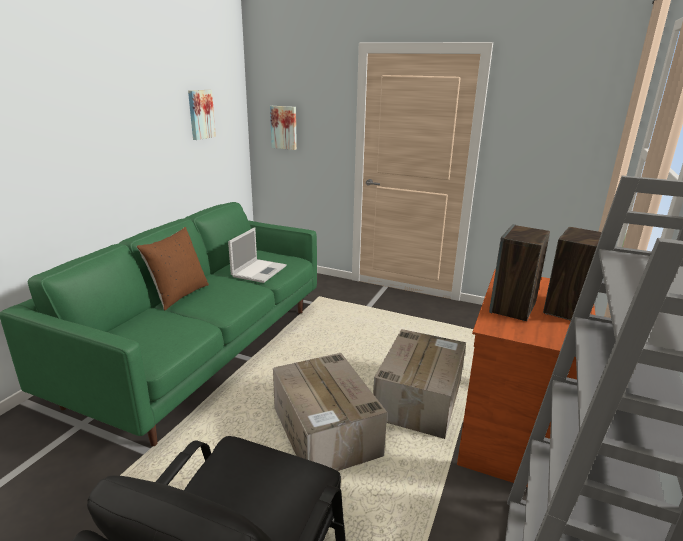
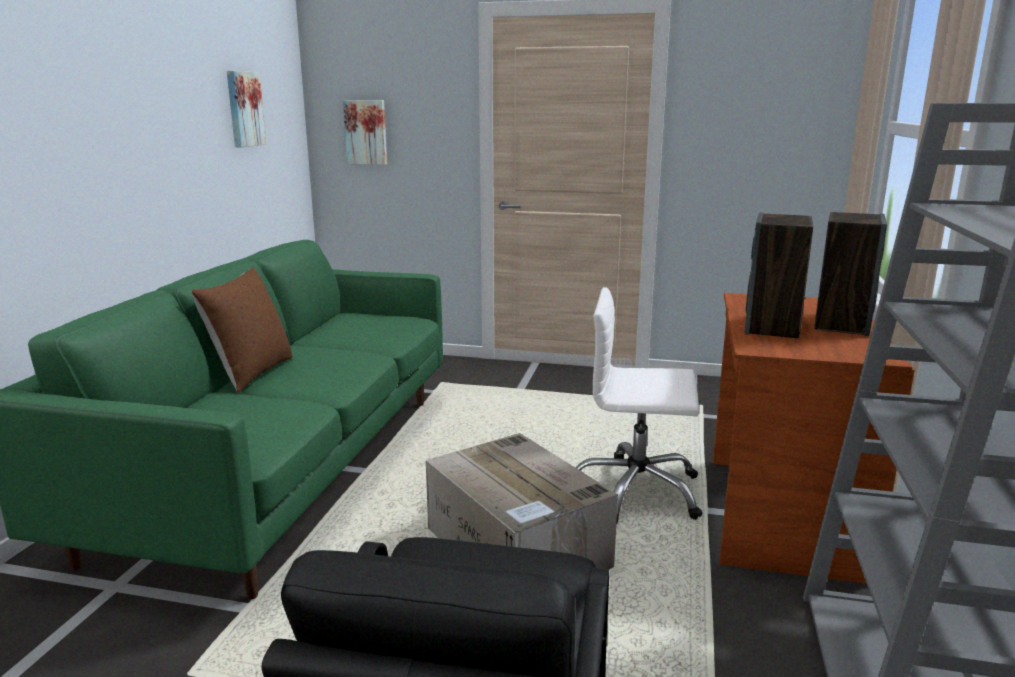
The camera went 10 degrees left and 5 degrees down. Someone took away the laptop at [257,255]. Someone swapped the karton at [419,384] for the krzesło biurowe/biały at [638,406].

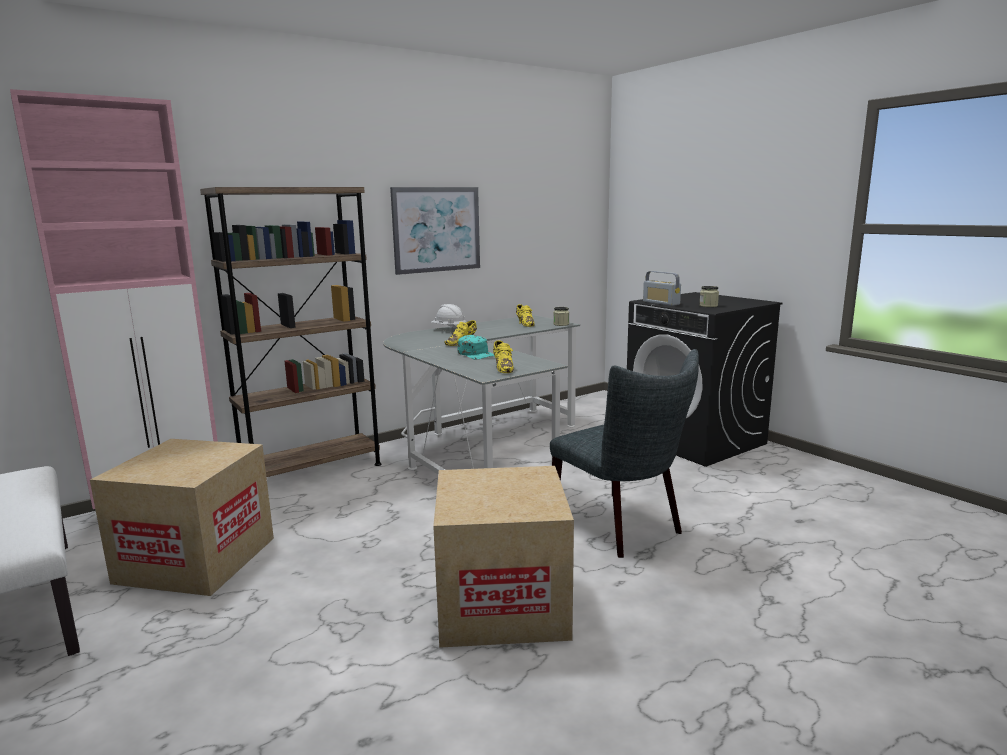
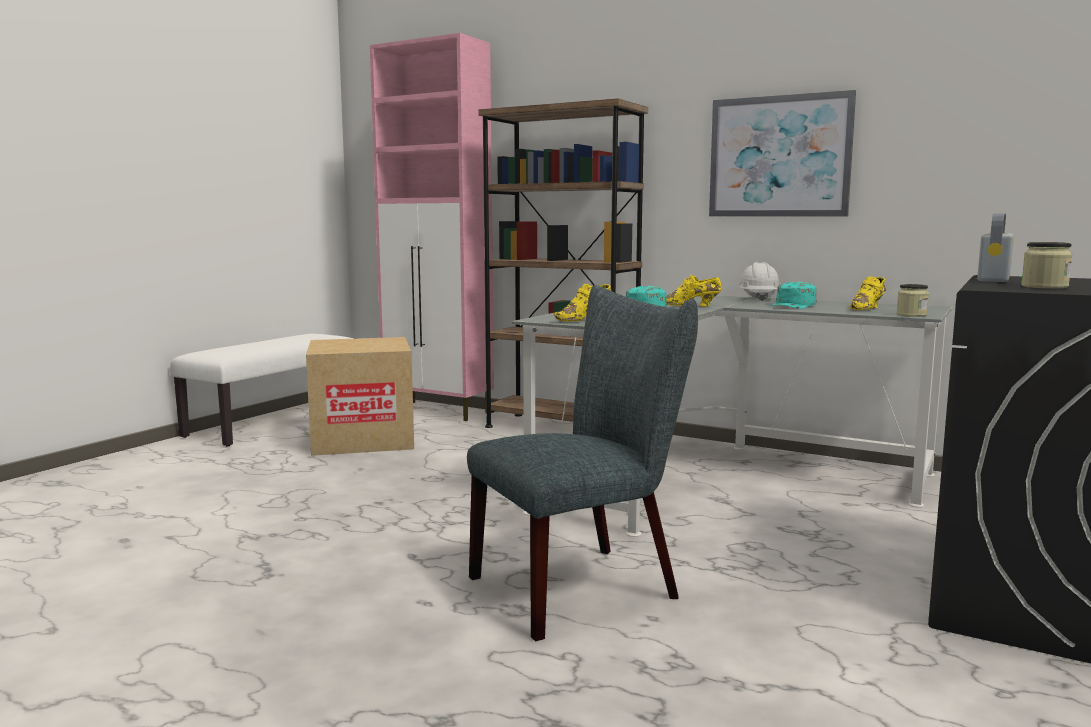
The camera went 65 degrees right and 5 degrees down. Someone rotated the krzesło/szary at [624,453] by 150 degrees counterclockwise. Someone took away the karton at [503,557]. Someone put down the czapka z daszkiem/turkusowy at [792,295].

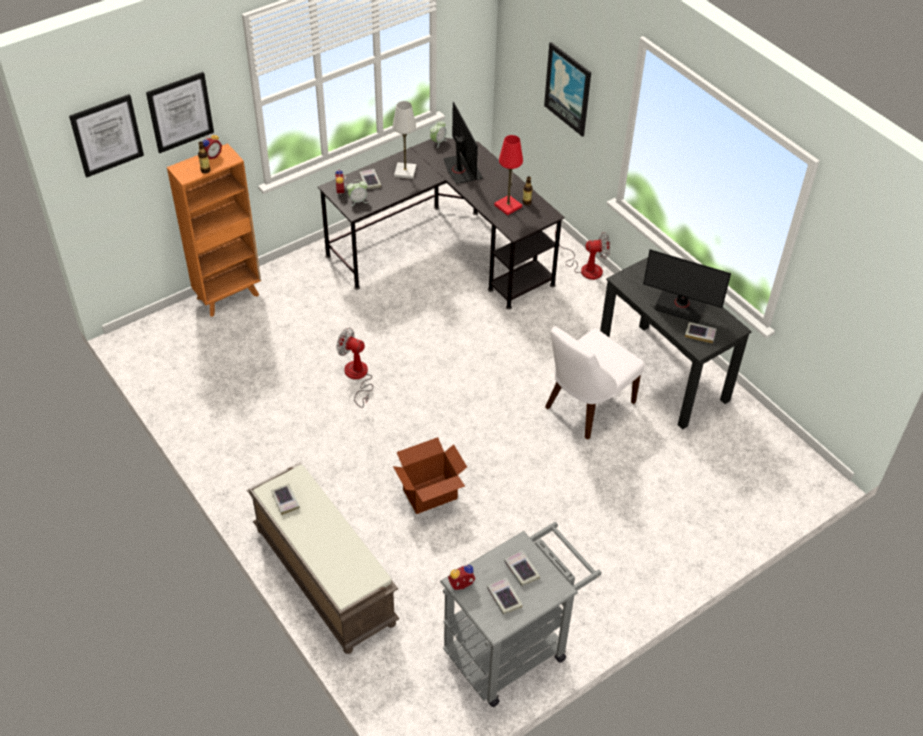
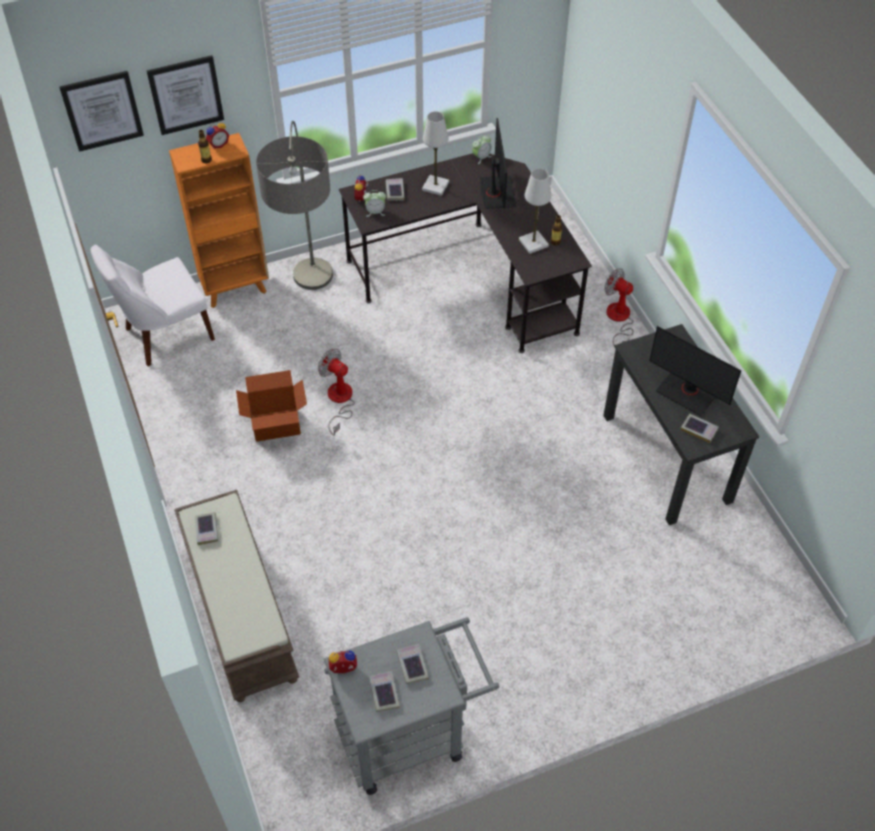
The camera went 15 degrees right and 5 degrees up. Someone took away the obraz at [567,89]. Someone repainted the lampa stołowa/czerwony at [508,175], which became the lampa stołowa/biały at [535,211]. Someone rotated the wentylator at [582,255] by 150 degrees counterclockwise. Someone carried the krzesło/biały from [595,383] to [153,305]. Someone carried the karton from [430,475] to [271,406]. Someone put down the lampa stojąca at [294,205].

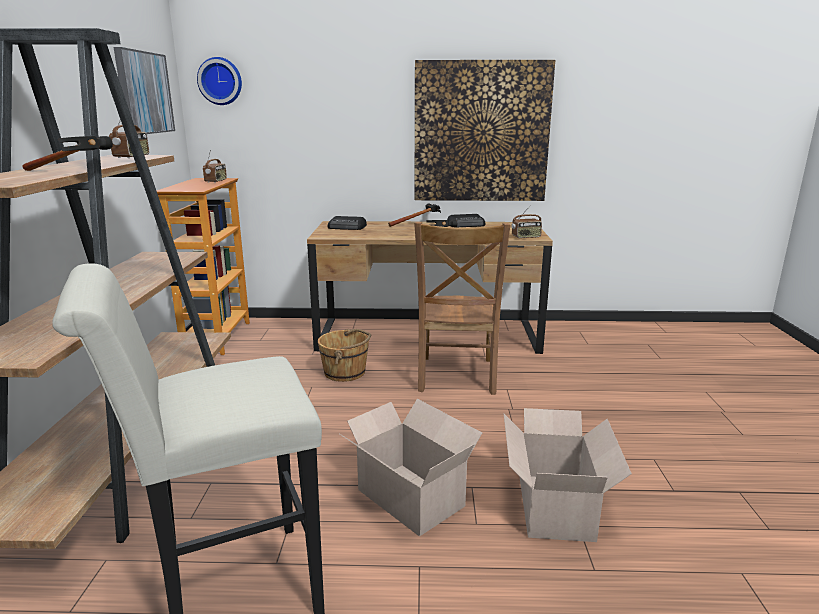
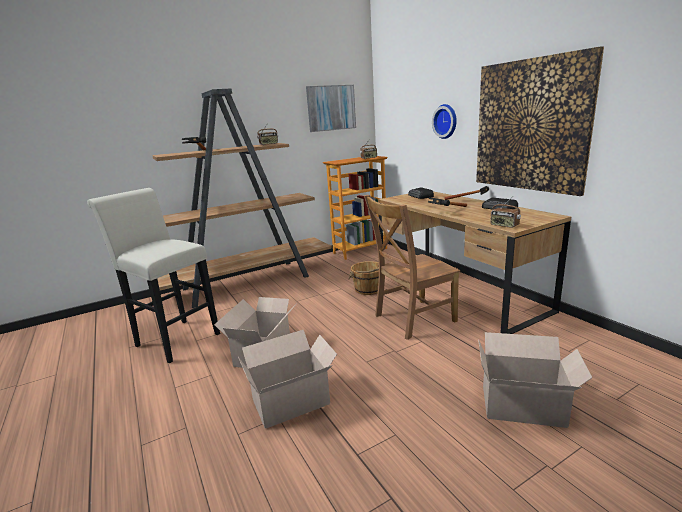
The camera went 60 degrees right and 0 degrees up. Someone carried the zegar ścienny from [219,81] to [444,121]. Someone put down the karton at [535,380].

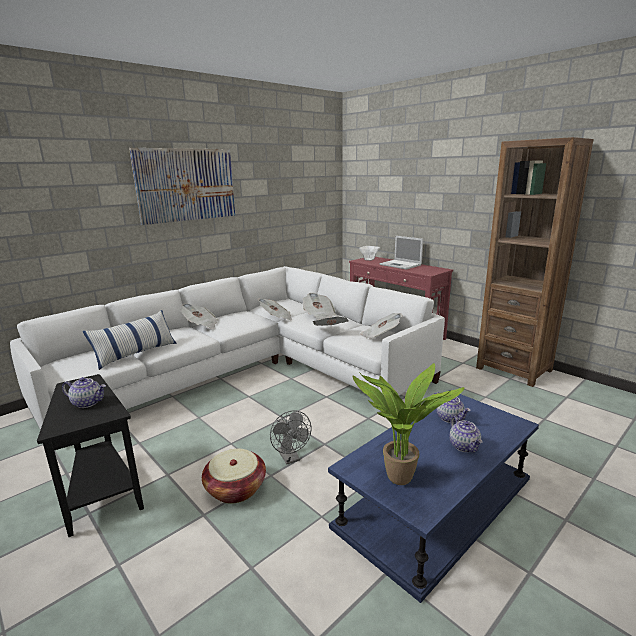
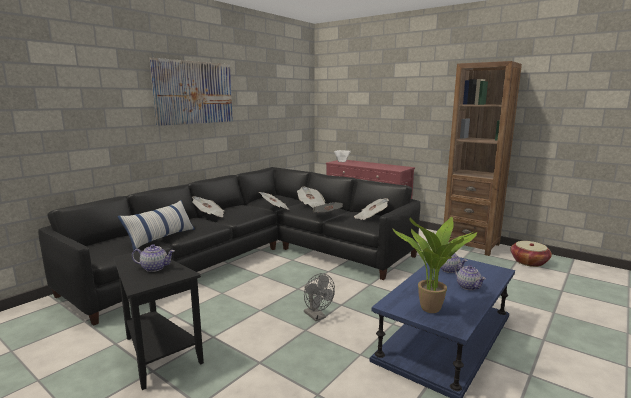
The camera went 10 degrees left and 5 degrees down. Someone took away the laptop at [401,253]. Someone repainted the kanapa/biały at [227,348], which became the kanapa/czarny at [229,246]. Someone carried the koszyk from [234,476] to [531,254].

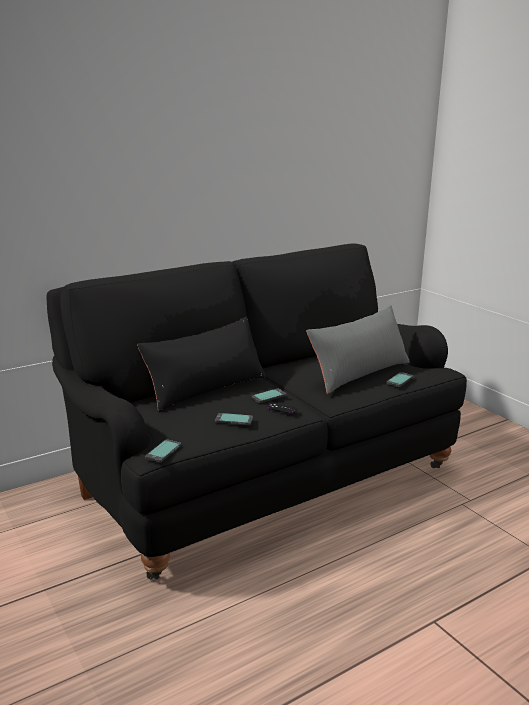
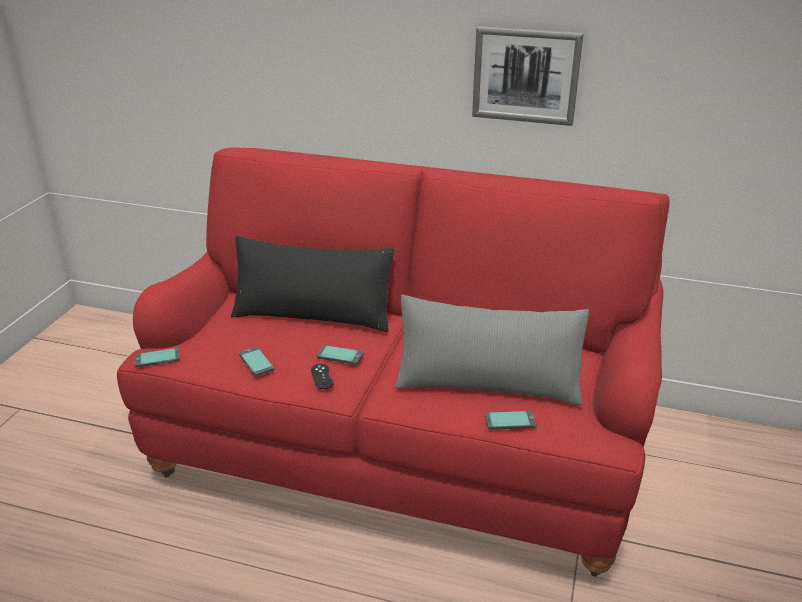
The camera went 50 degrees right and 10 degrees up. Someone repainted the kanapa/czarny at [256,411], which became the kanapa/czerwony at [393,362]. Someone put up the obraz at [527,76].

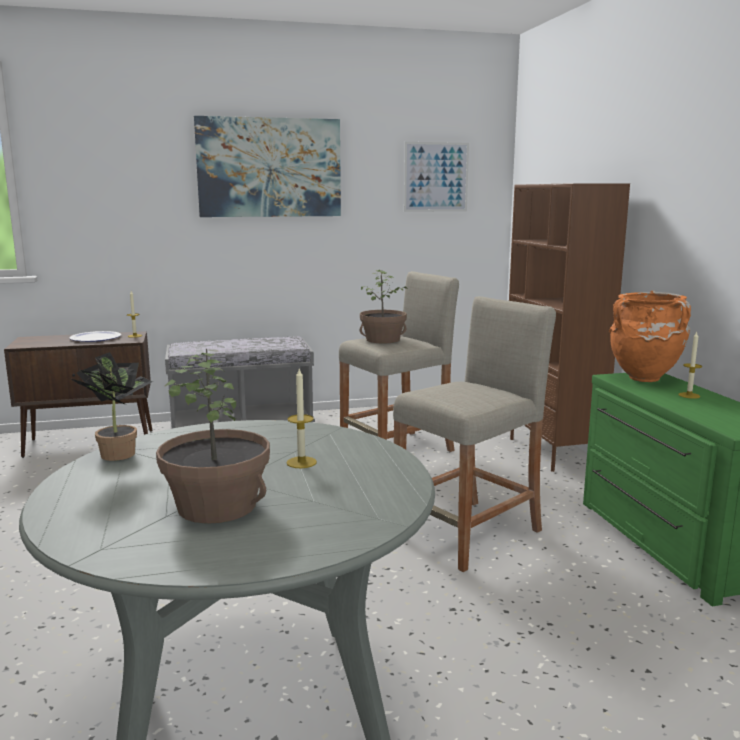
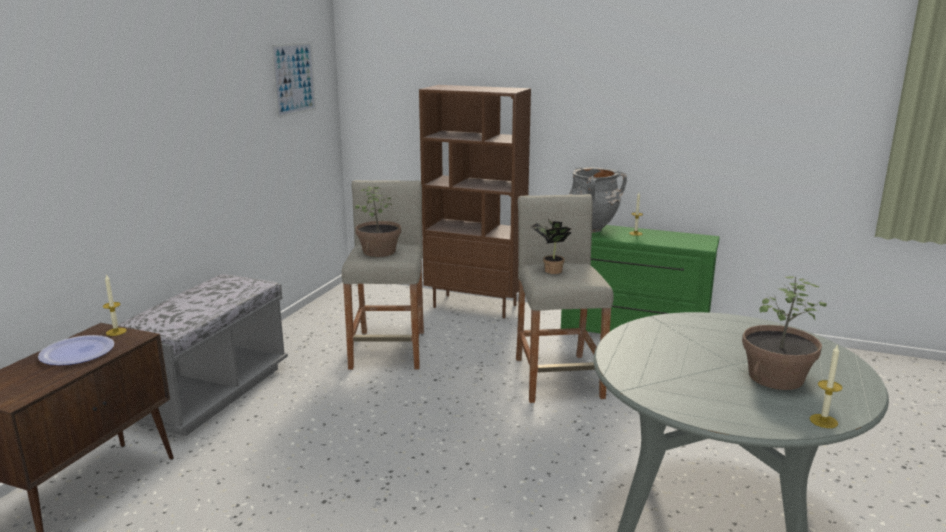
The camera went 55 degrees left and 5 degrees up. Someone took away the obraz at [267,166]. Someone repainted the wazon/pomarańczowy at [650,336], which became the wazon/szary at [598,200]. Someone carried the roślina doniczkowa from [111,406] to [551,246]. Someone carried the świeca from [301,417] to [826,386].

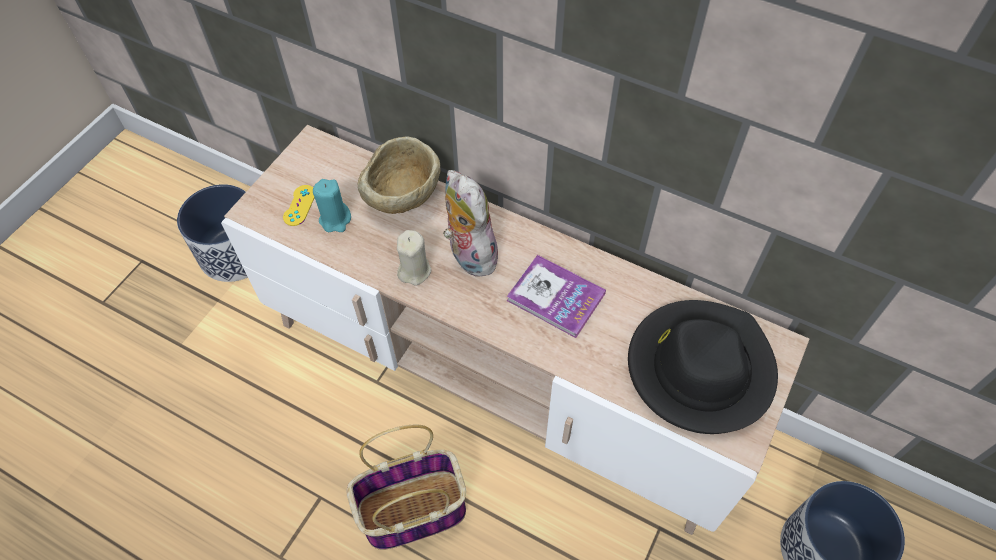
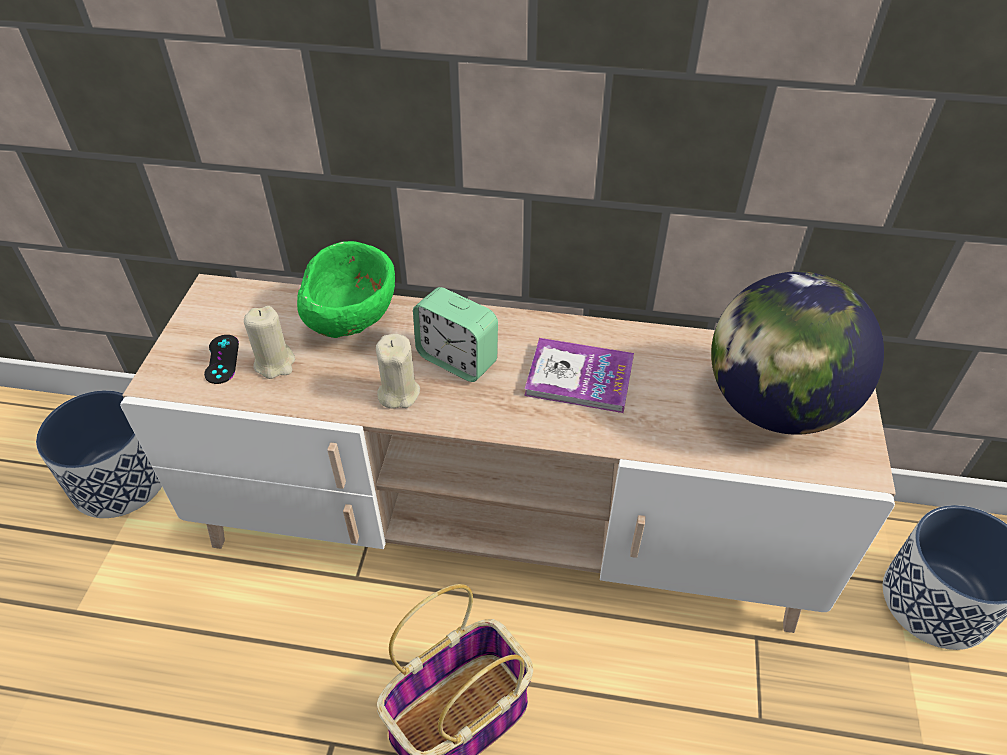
The camera went 20 degrees left and 10 degrees down. Someone repainted the miska/beżowy at [399,175], which became the miska/zielony at [346,289]. Someone swapped the pluszak at [470,223] for the budzik at [455,334]. Someone repainted the świeca/turkusowy at [332,205], which became the świeca/beżowy at [269,342]. Someone repainted the pad do gier/żółty at [298,205], which became the pad do gier/czarny at [221,359]. Someone swapped the kapelusz/czarny at [703,367] for the globus at [797,353].

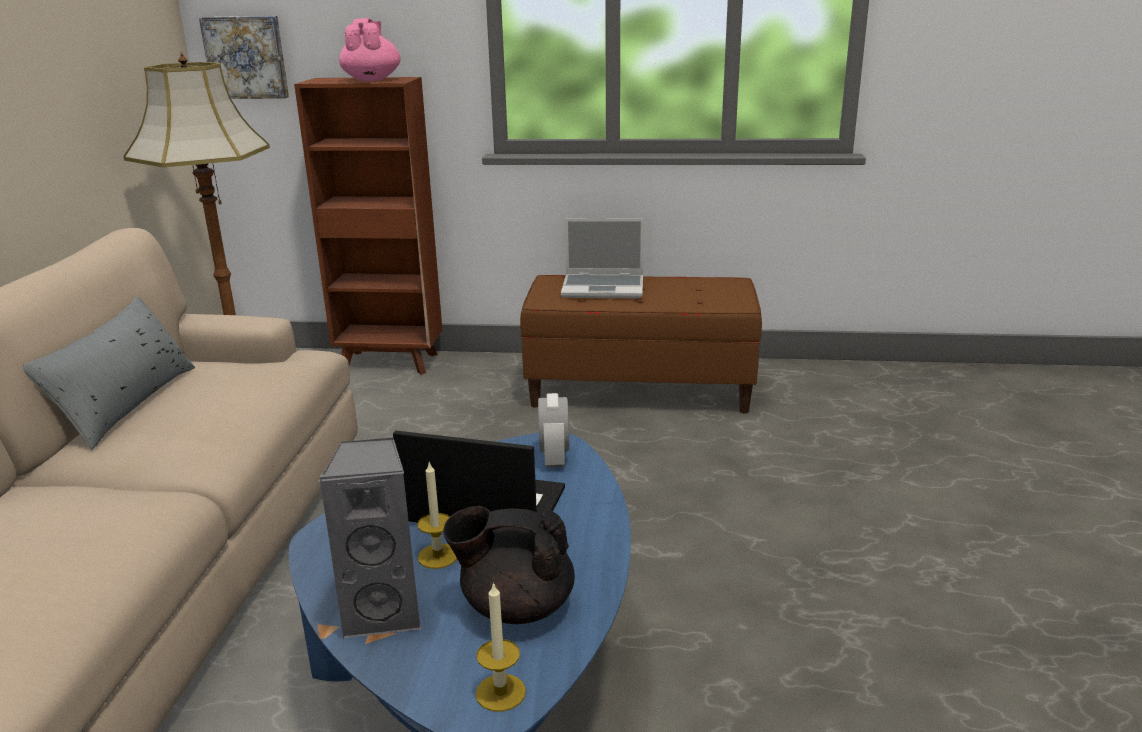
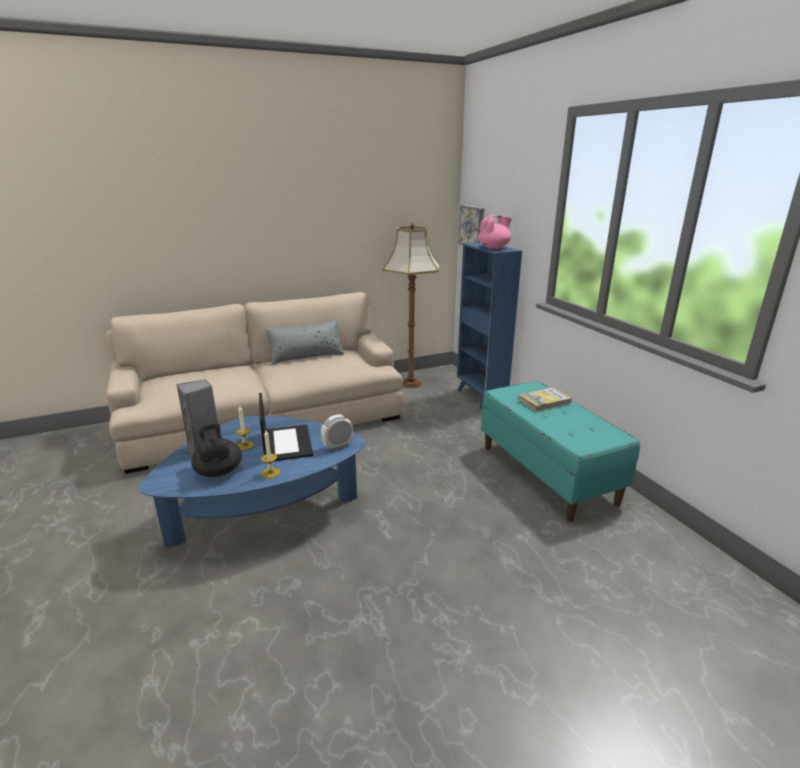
The camera went 60 degrees right and 0 degrees up. Someone repainted the regał/brązowy at [368,226], which became the regał/niebieski at [489,326]. Someone swapped the laptop at [602,259] for the książka at [545,399]. Someone repainted the ławka/brązowy at [641,344], which became the ławka/turkusowy at [560,451]. Someone carried the świeca from [501,647] to [270,454].

